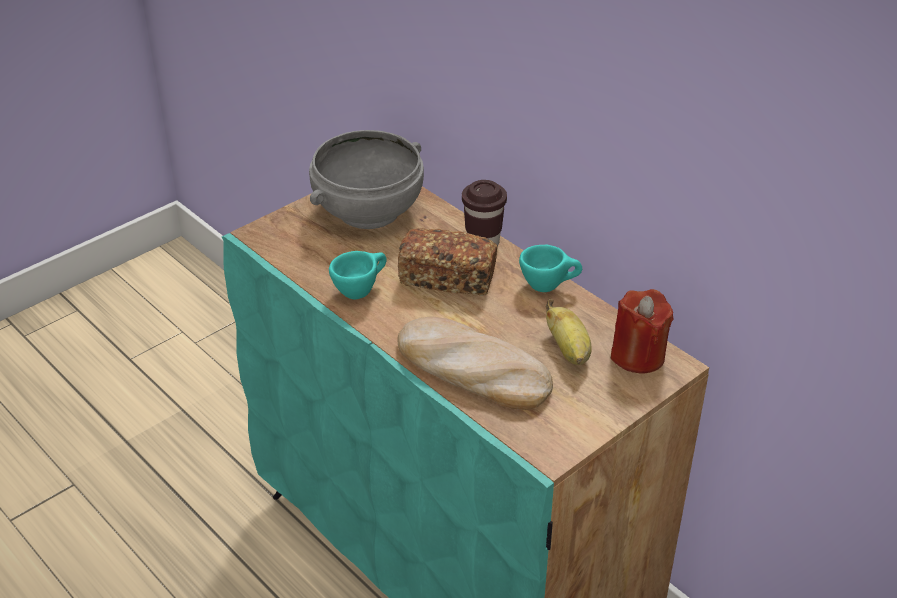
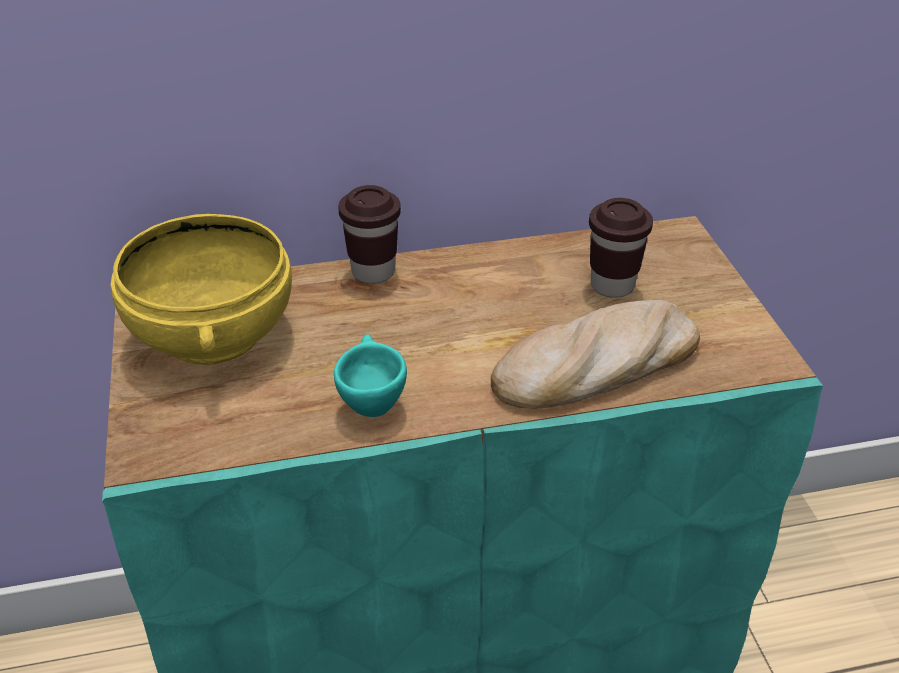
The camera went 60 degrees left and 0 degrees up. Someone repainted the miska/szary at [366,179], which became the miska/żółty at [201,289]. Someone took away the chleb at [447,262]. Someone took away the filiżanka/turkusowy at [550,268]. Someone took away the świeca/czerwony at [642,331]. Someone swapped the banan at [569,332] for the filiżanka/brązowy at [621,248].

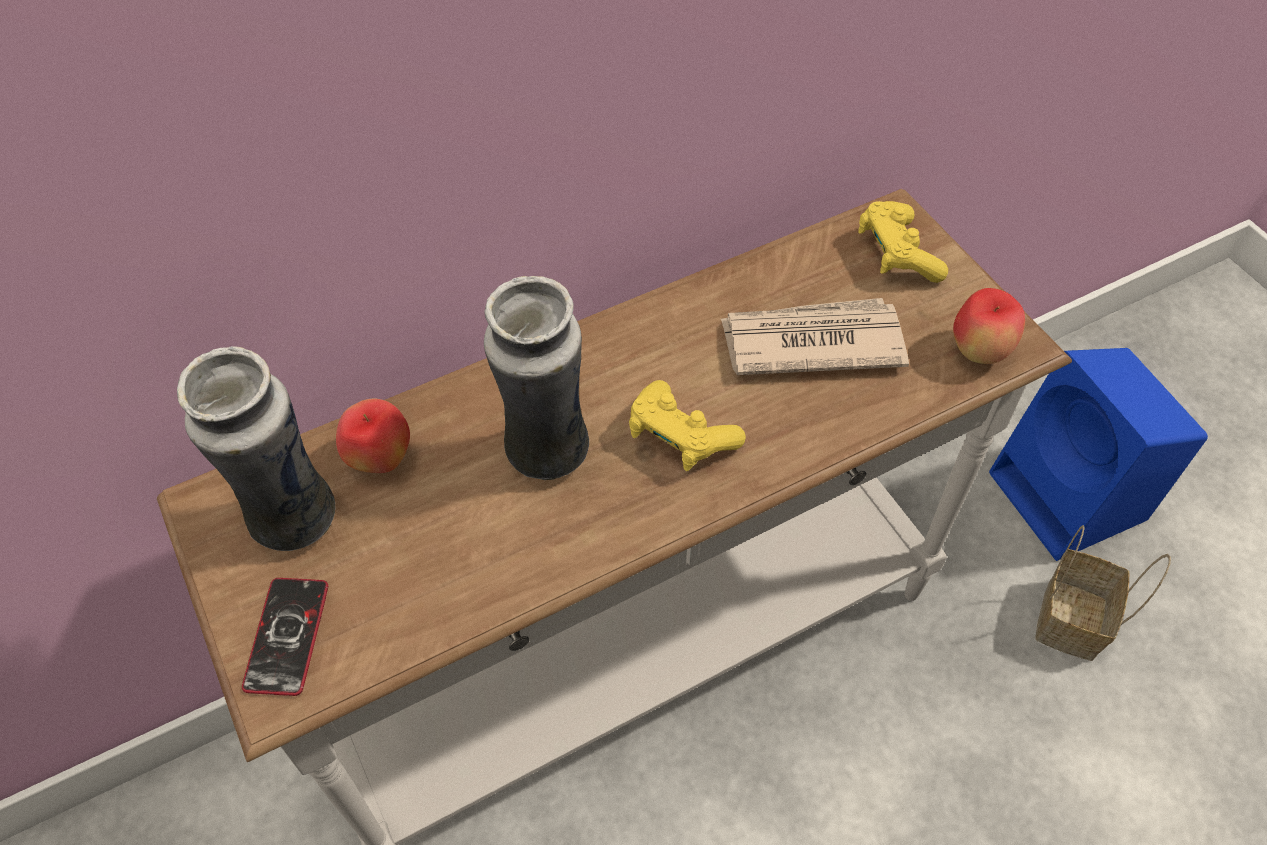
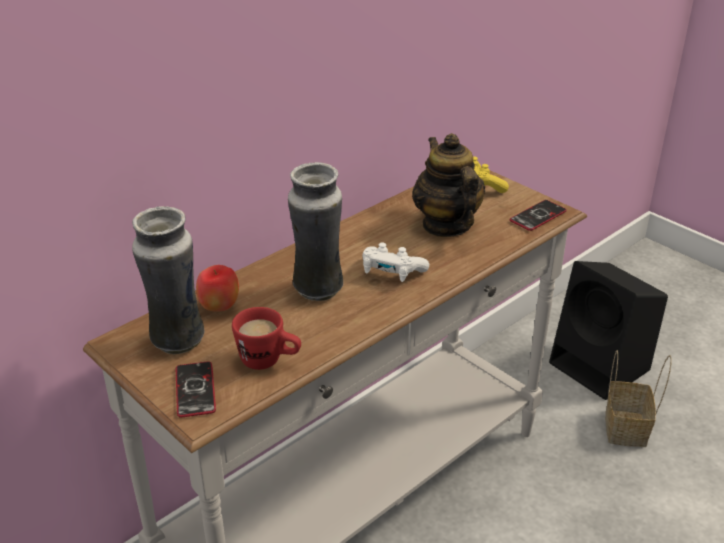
The camera went 15 degrees left and 20 degrees down. Someone swapped the jabłko at [989,326] for the telefon at [538,215]. Someone swapped the gazeta at [815,336] for the imbryk at [448,185]. Someone repainted the głośnik/niebieski at [1098,454], which became the głośnik/czarny at [608,330]. Someone repainted the pad do gier/żółty at [687,425], which became the pad do gier/biały at [395,262]. Someone put down the kubek/czerwony at [266,338].

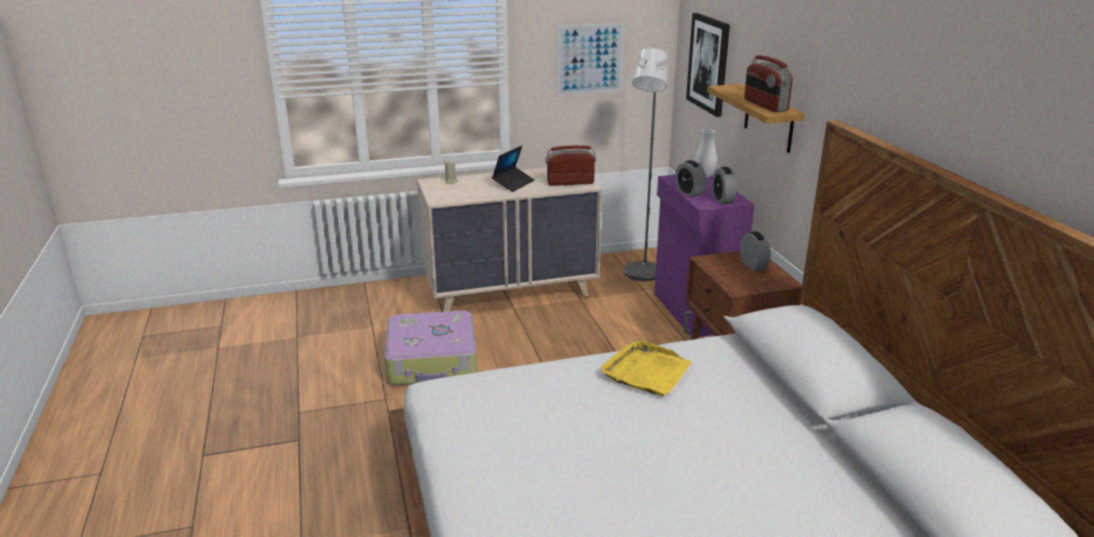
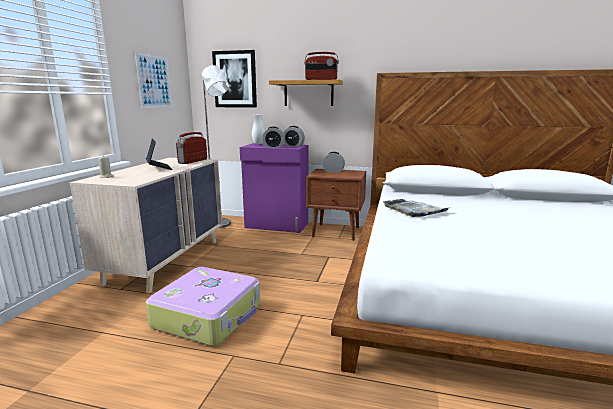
The camera went 60 degrees left and 10 degrees down. Someone repainted the taca/żółty at [646,368], which became the taca/szary at [415,208].

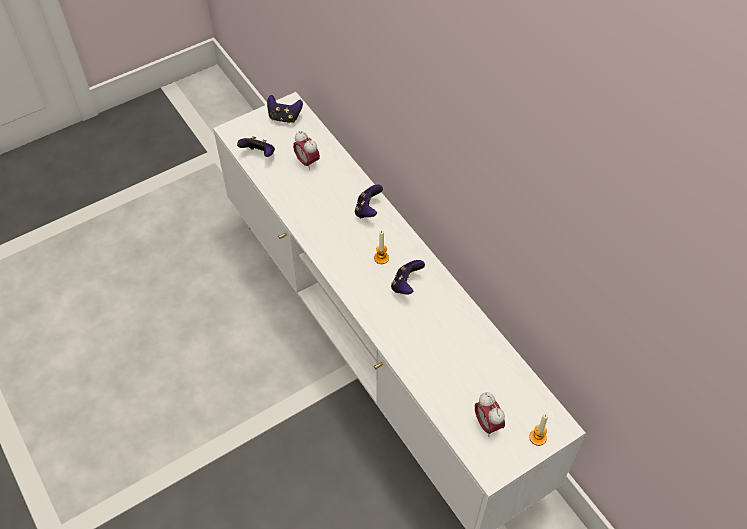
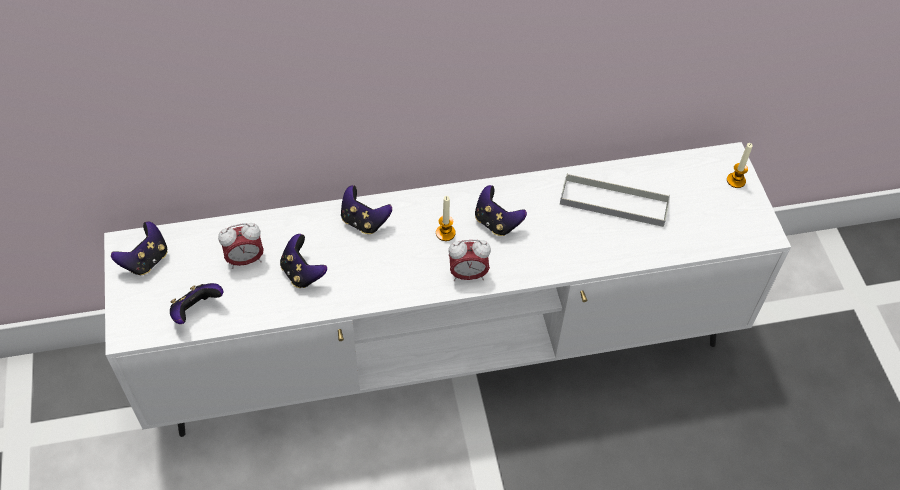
The camera went 70 degrees left and 0 degrees up. Someone carried the budzik from [490,414] to [469,260]. Someone put down the taca/szary at [615,200]. Someone put down the pad do gier at [303,261].

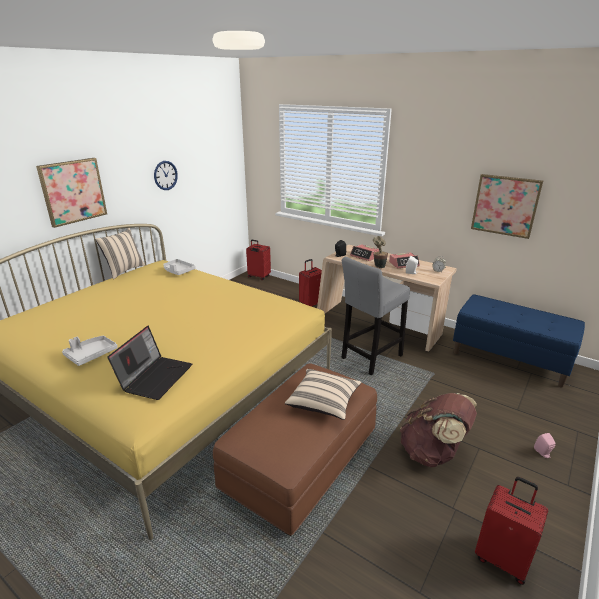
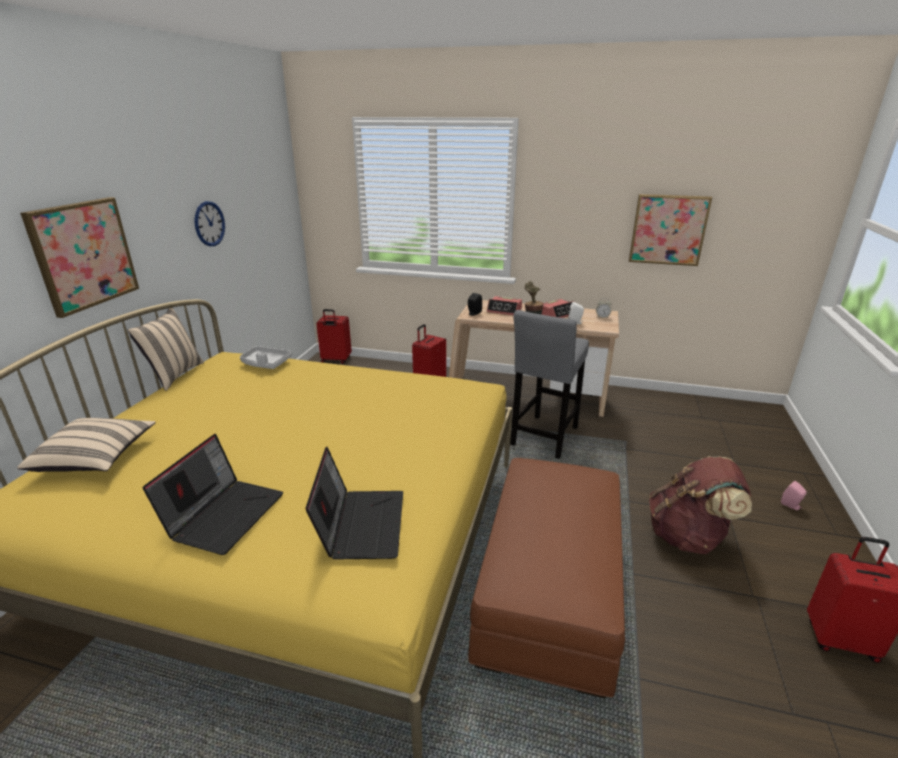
The camera went 20 degrees left and 0 degrees up. Someone took away the ławka/niebieski at [519,341]. Someone swapped the taca/szary at [90,351] for the laptop at [213,494]. Someone carried the poduszka/beżowy from [323,394] to [86,445].

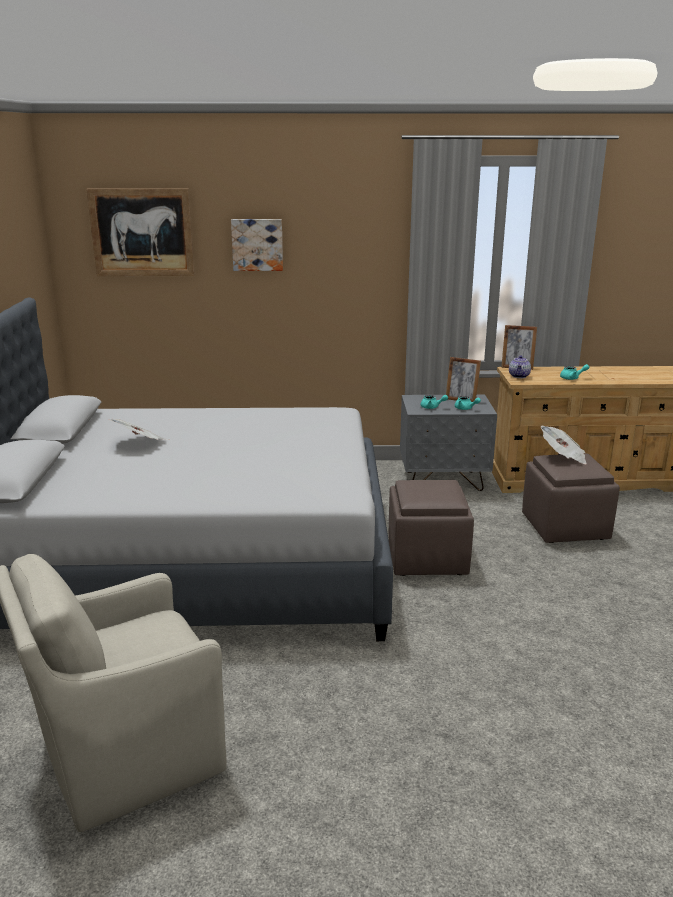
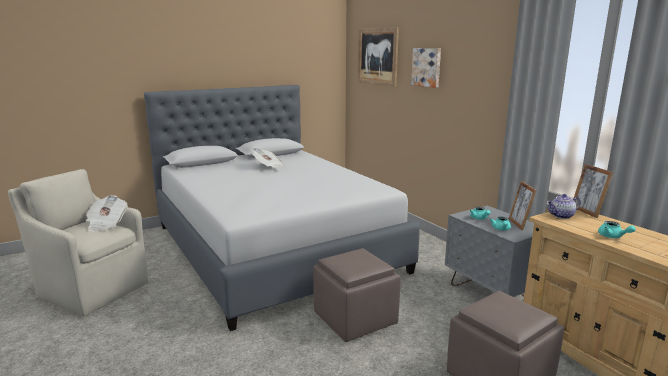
The camera went 60 degrees right and 5 degrees down. Someone carried the gazeta from [563,445] to [107,213].

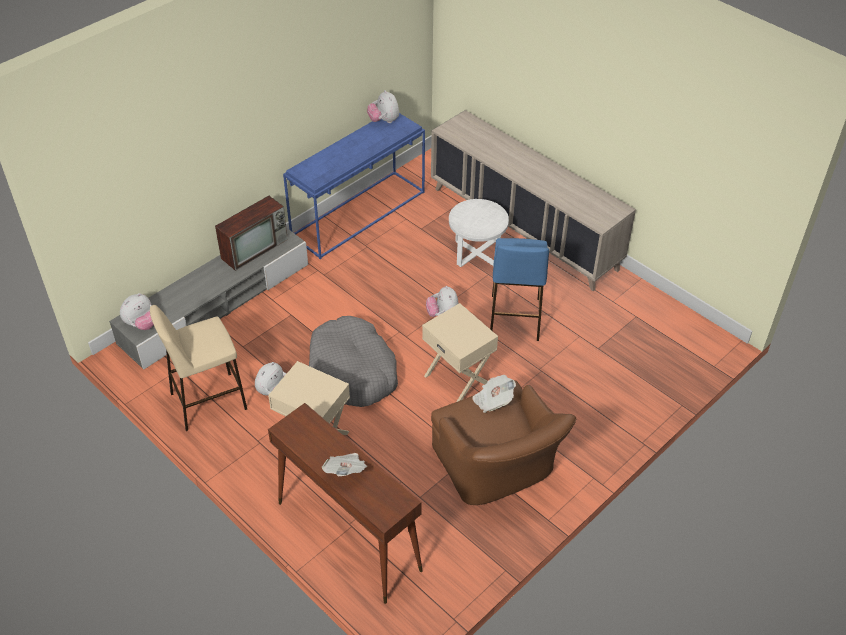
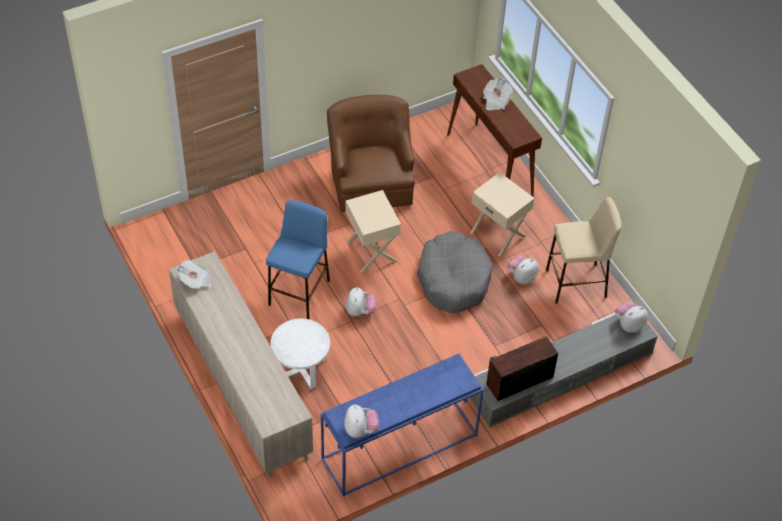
The camera went 165 degrees left and 5 degrees up. Someone carried the gazeta from [494,394] to [193,274].

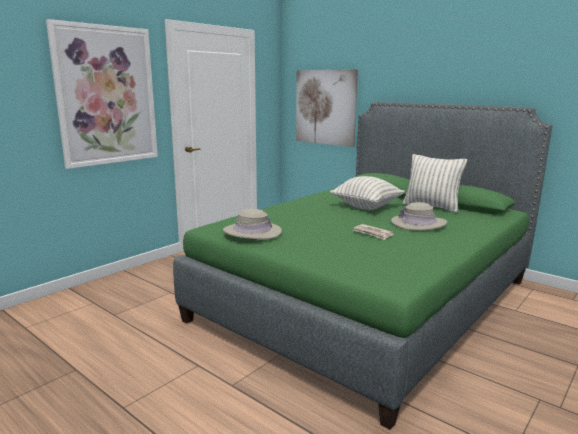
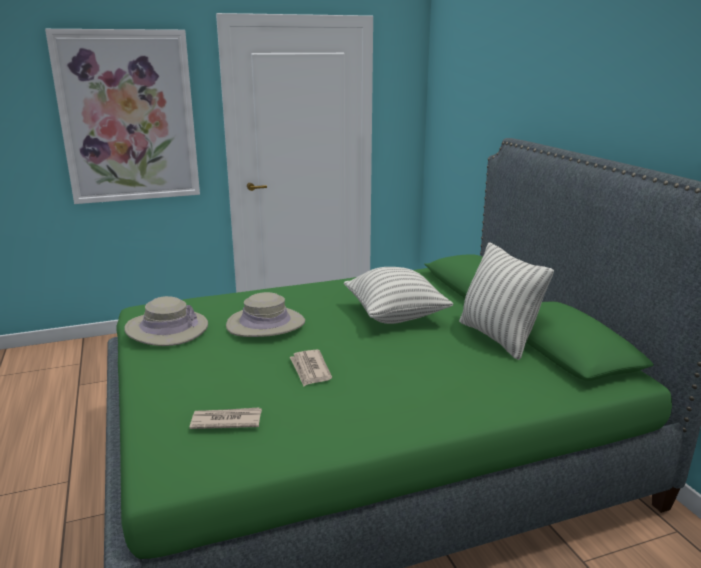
The camera went 30 degrees right and 5 degrees up. Someone took away the obraz at [327,108]. Someone carried the kapelusz/beżowy from [419,216] to [265,314]. Someone put down the gazeta at [225,418].

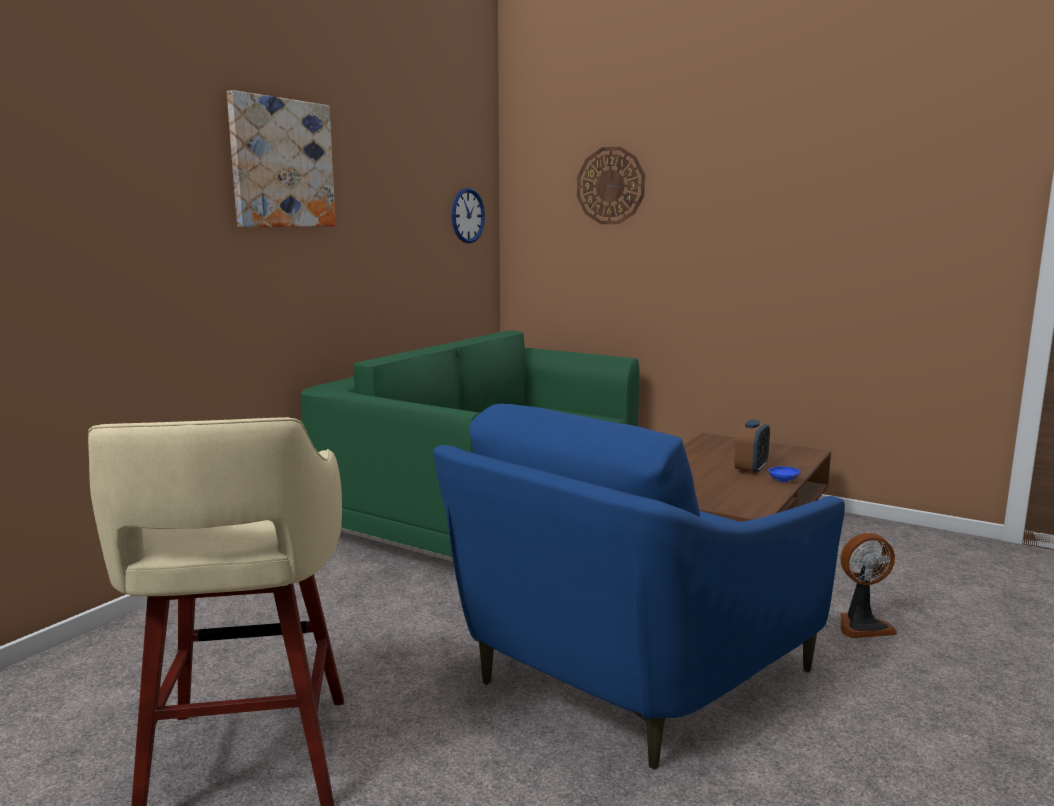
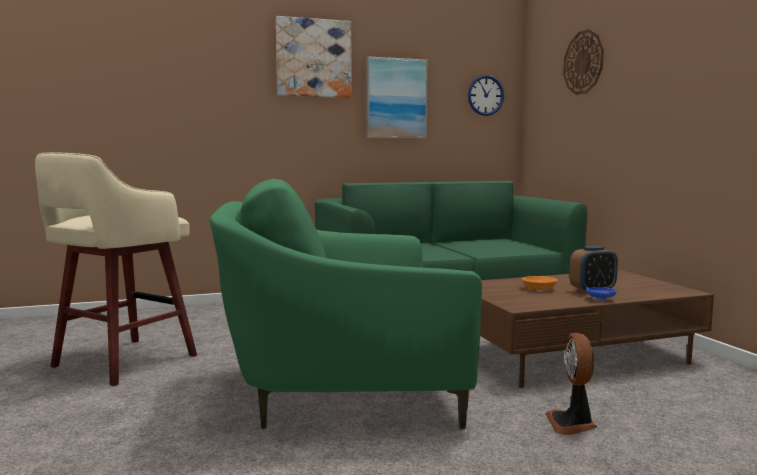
The camera went 40 degrees right and 5 degrees down. Someone repainted the fotel/niebieski at [639,587], which became the fotel/zielony at [346,304]. Someone rotated the wentylator at [868,585] by 60 degrees clockwise. Someone put up the obraz at [397,97]. Someone put down the miska/pomarańczowy at [540,283].

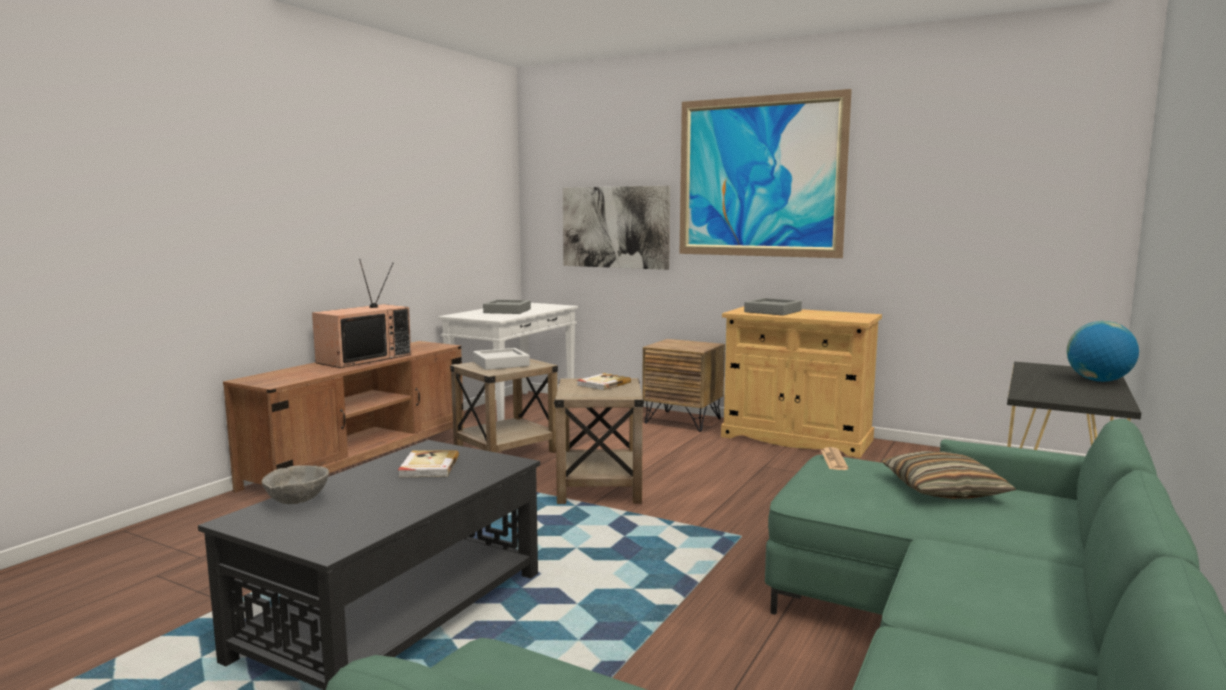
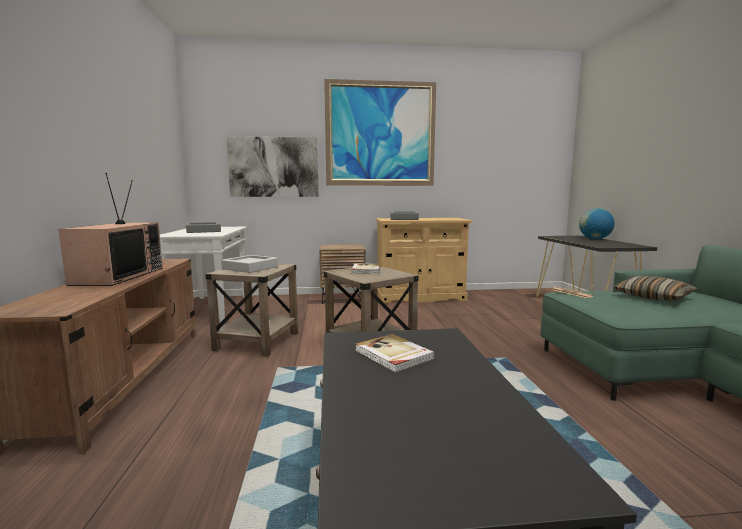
The camera went 35 degrees left and 0 degrees up. Someone took away the miska/szary at [295,484].

